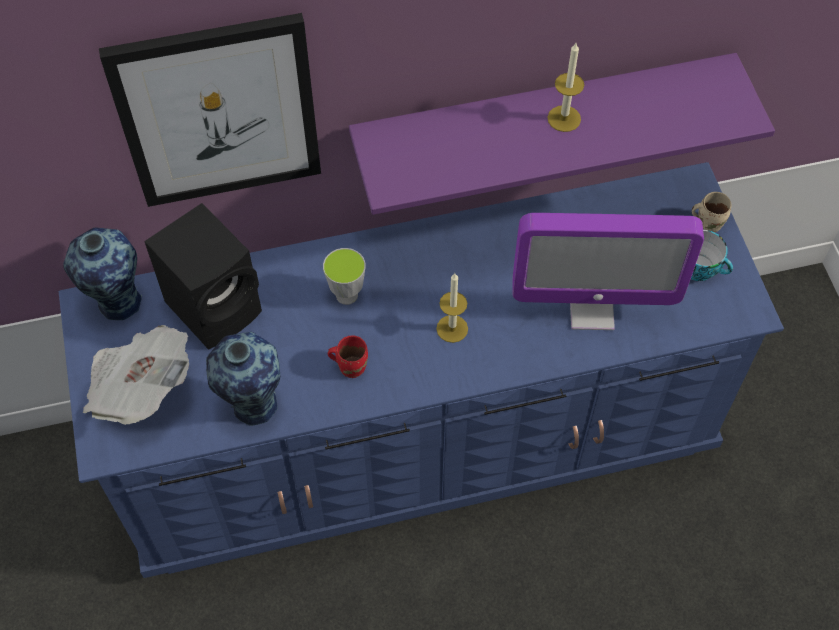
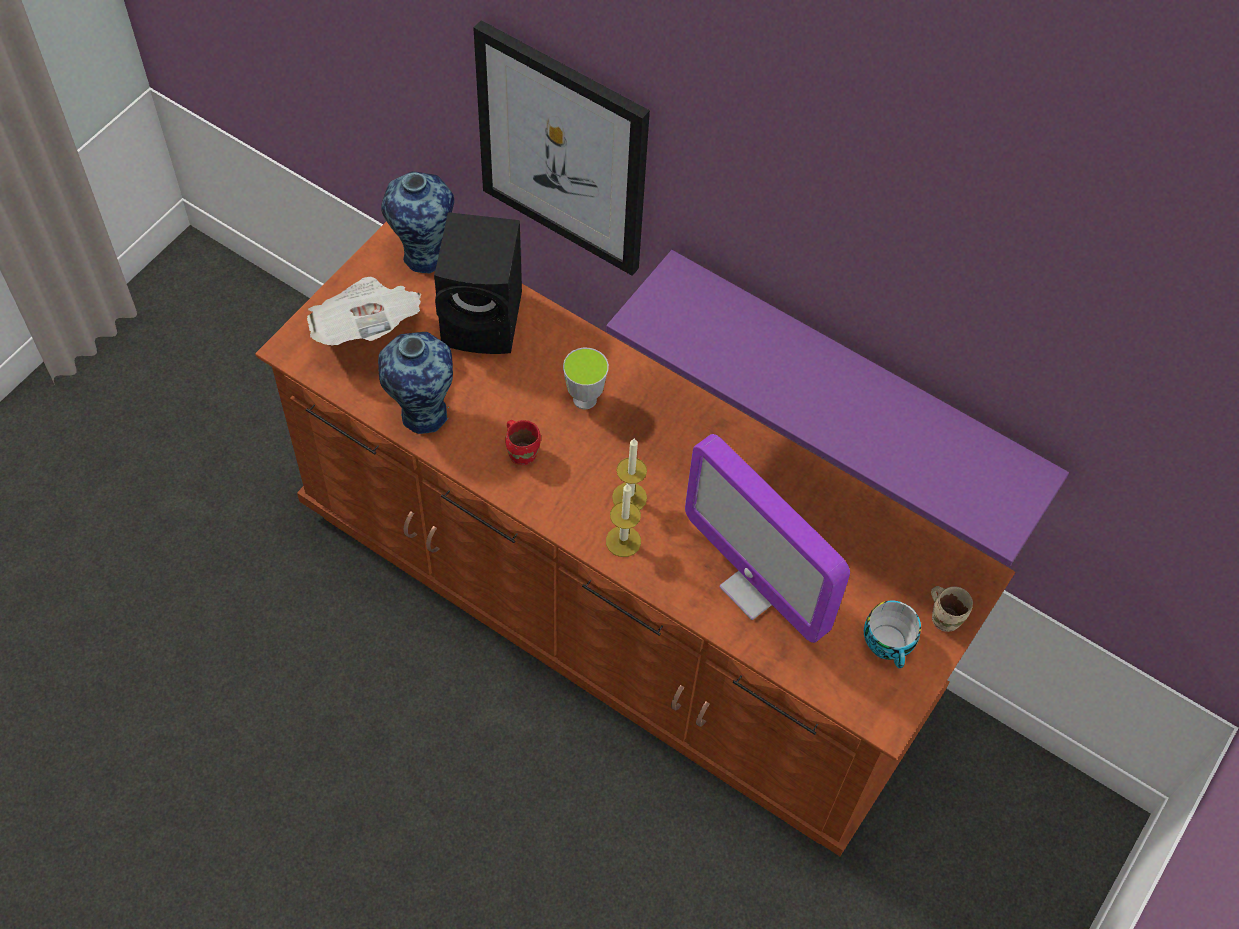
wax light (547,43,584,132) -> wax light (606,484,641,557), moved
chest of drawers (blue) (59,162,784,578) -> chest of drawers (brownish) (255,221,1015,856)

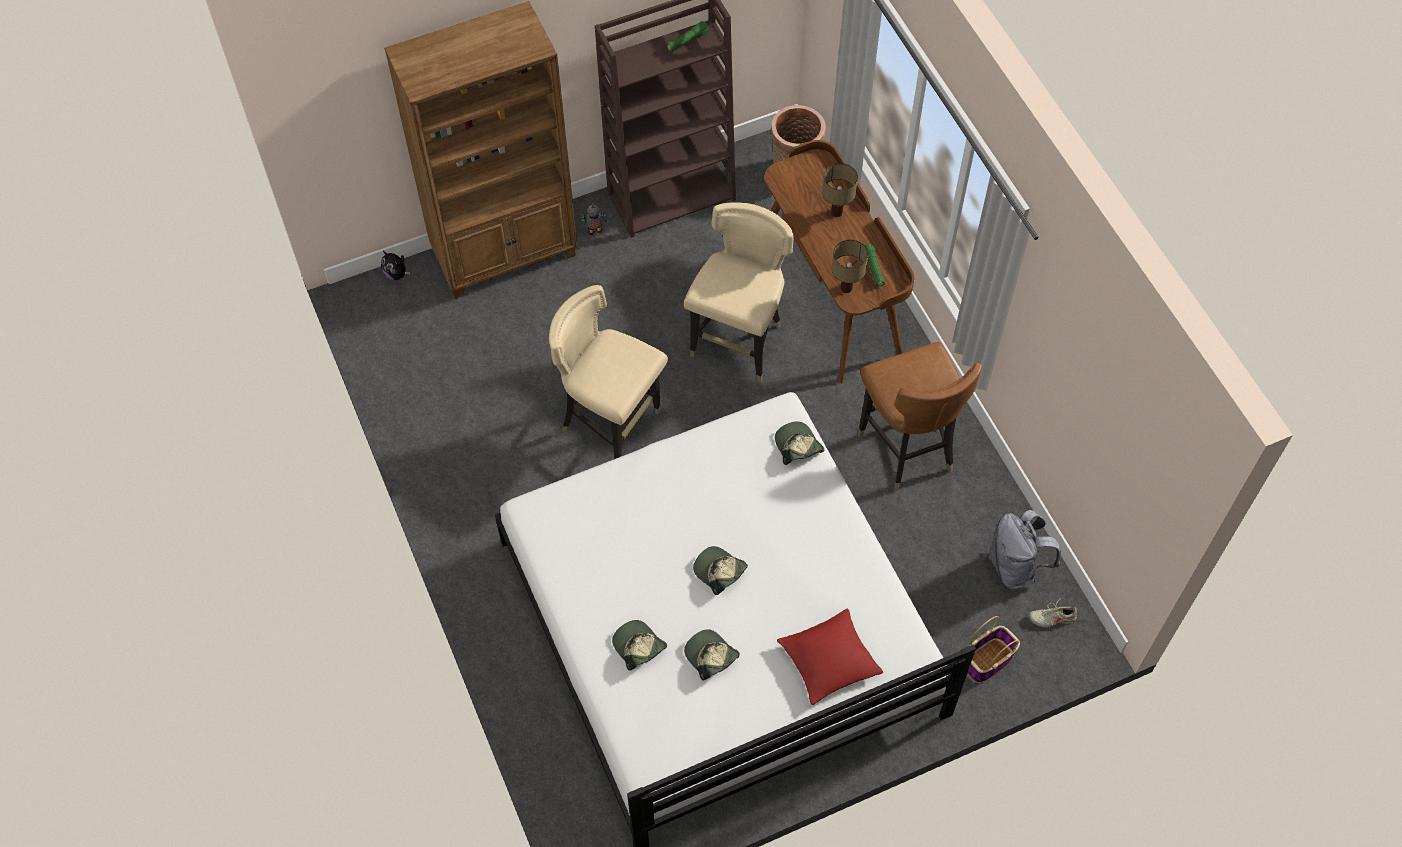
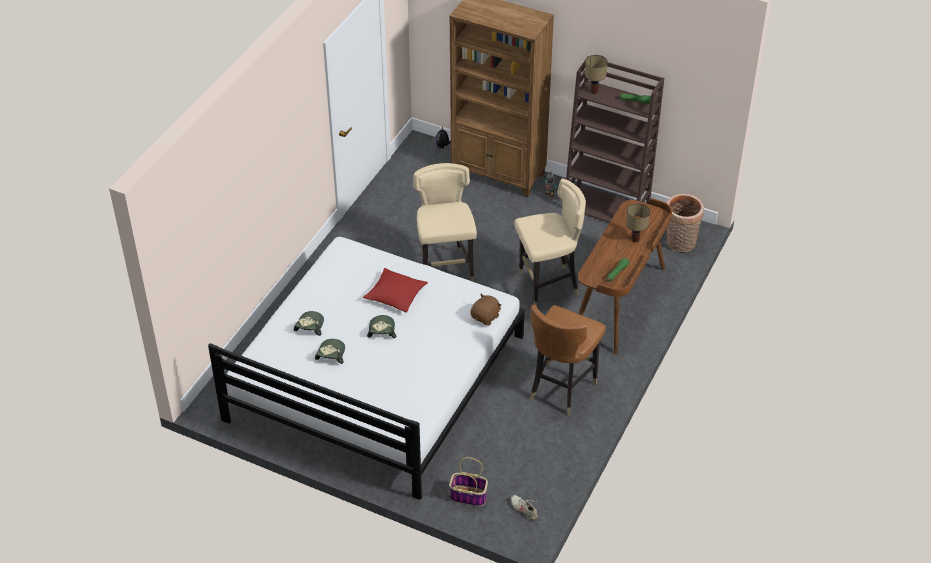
table lamp (832,240,868,293) -> table lamp (585,55,608,94), moved
peaked cap (775,421,824,465) -> soft toy (brownish) (470,294,501,326)
backpack (grey) (989,510,1061,589) -> none
pillow (reddish) (777,608,883,705) -> pillow (reddish) (363,268,428,313), moved

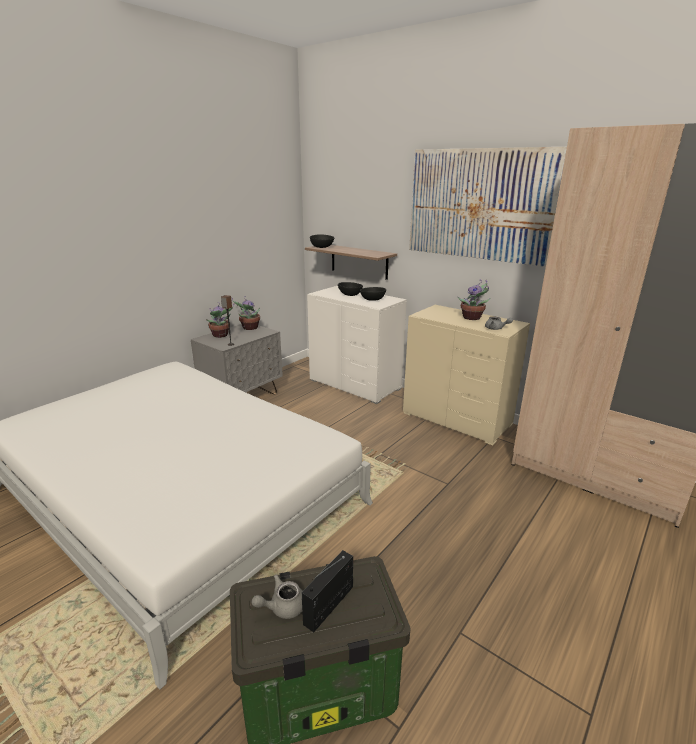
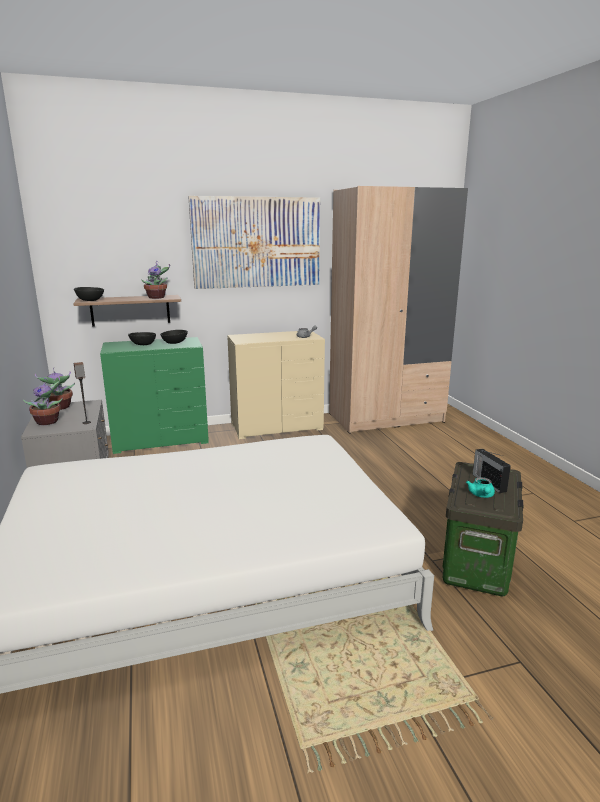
potted plant (457,279,490,320) -> potted plant (141,261,170,299), moved
chest of drawers (white) (307,286,407,404) -> chest of drawers (green) (100,337,209,454)
pot for tea (grey) (252,574,302,619) -> pot for tea (blue-green) (466,477,495,498)

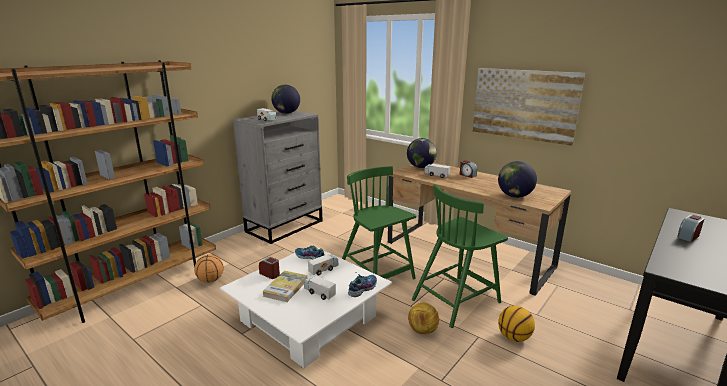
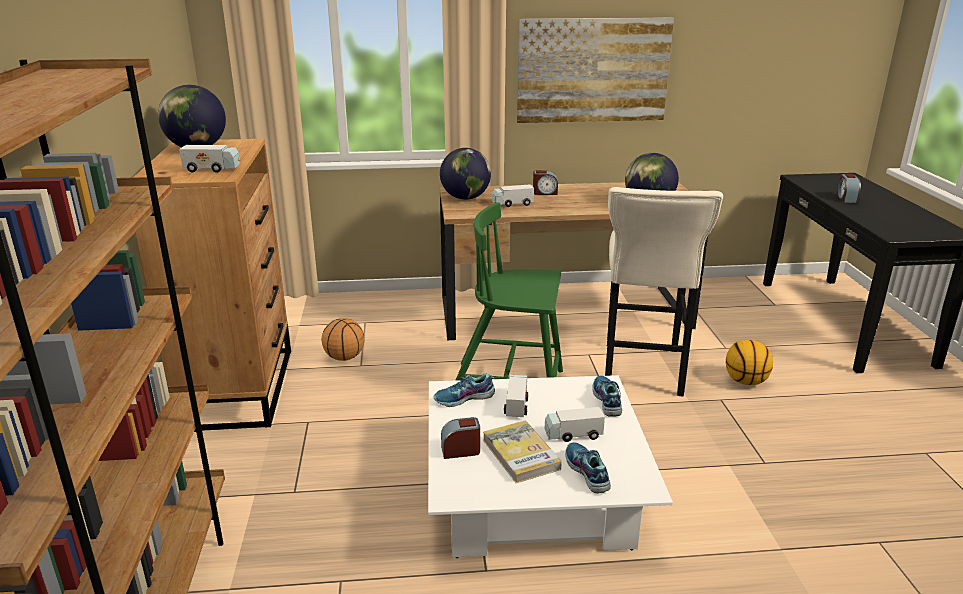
chest of drawers (grey) (233,111,323,244) -> chest of drawers (brownish) (133,139,291,431)
upright chair (green) (412,185,508,328) -> sitting stool (beige-coloured) (605,187,723,397)
ball for basketball (194,255,223,283) -> ball for basketball (322,318,365,361), moved
football ball (408,303,439,334) -> none
none -> low shoe (565,442,611,493)

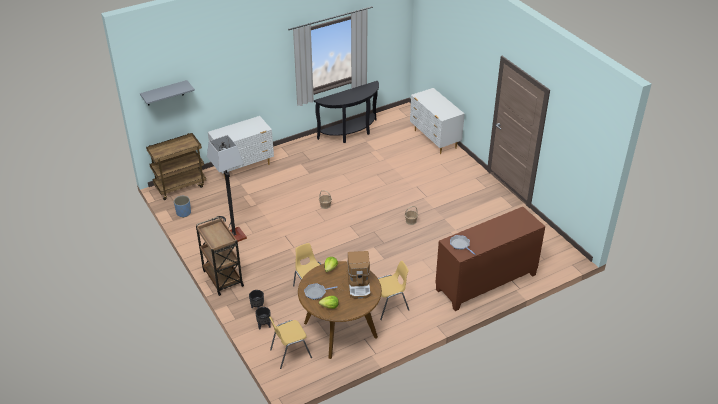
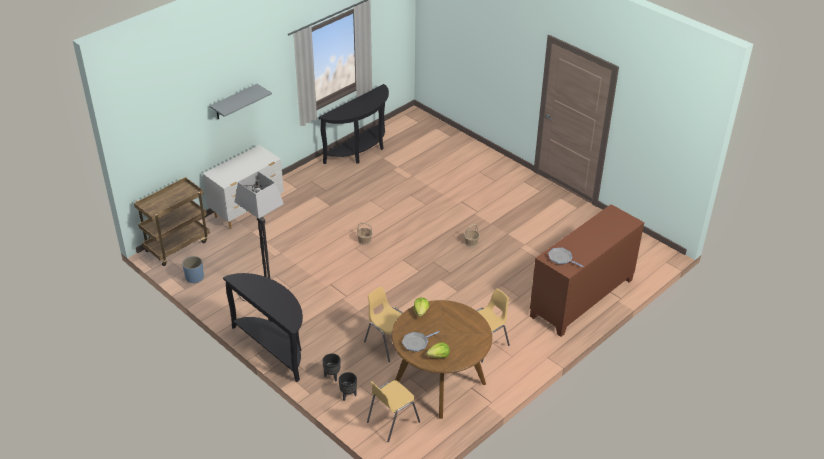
shelf (grey) (140,80,195,106) -> shelf (grey) (210,84,272,119), moved
chest of drawers (white) (410,88,465,154) -> none
wheeled cart (brownish) (196,217,244,296) -> hall table (black-coloured) (223,273,303,382)
coffee brewer (348,251,371,299) -> none

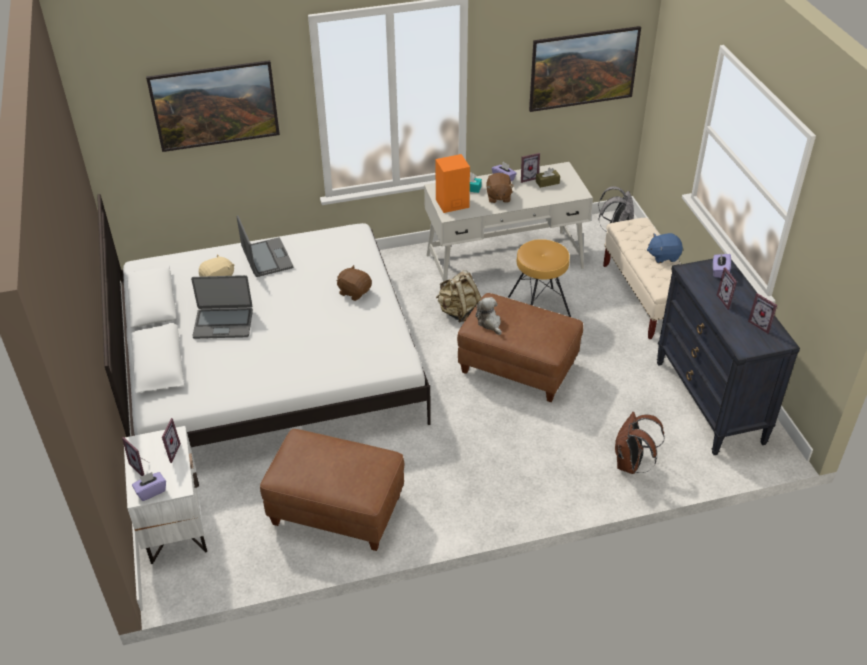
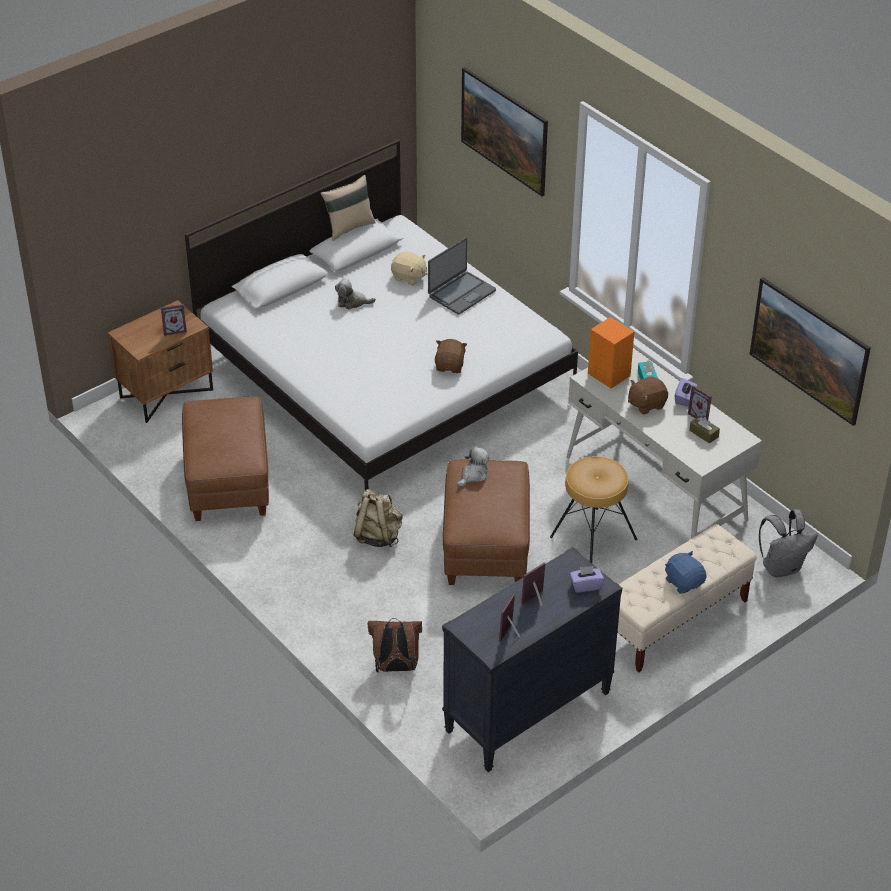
backpack (beige-coloured) (436,270,481,322) -> backpack (beige-coloured) (353,489,403,547), moved
notebook computer (191,275,253,339) -> soft toy (335,278,376,309)
bedside table (white) (124,426,207,564) -> bedside table (brownish) (108,300,213,423)
standing frame (122,437,149,476) -> none
tissue holder (purple-coloured) (132,472,166,501) -> none
none -> pillow (beige-coloured) (320,175,376,241)

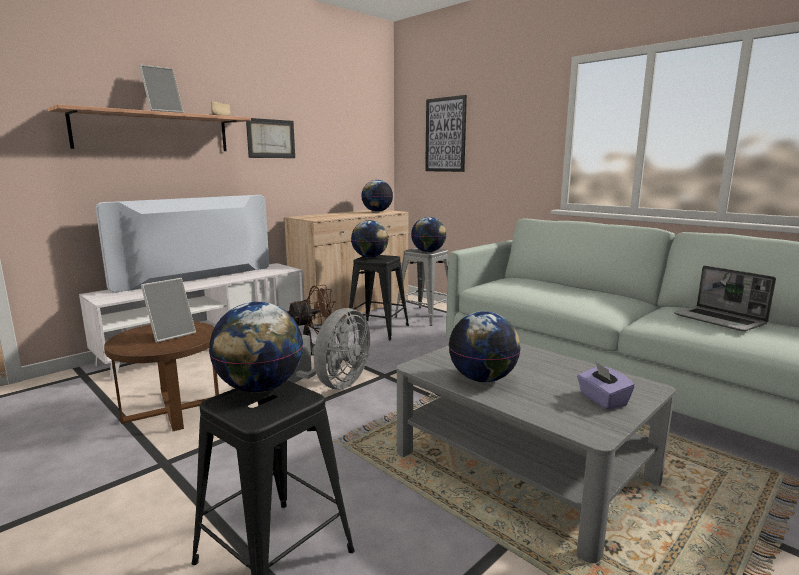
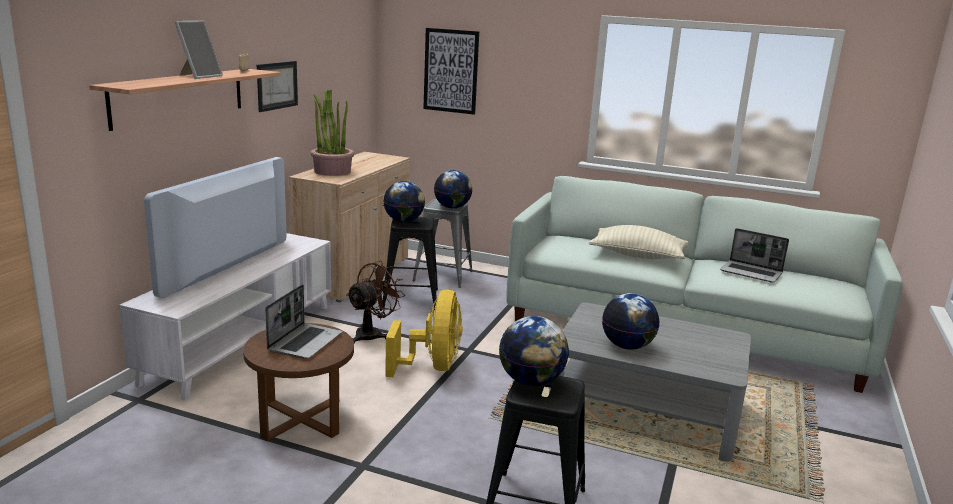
globe (361,180,393,212) -> none
standing frame (141,278,196,343) -> notebook computer (265,284,342,359)
electric fan (grey) (288,308,370,389) -> electric fan (yellowish) (385,290,463,377)
tissue holder (purple-coloured) (577,361,635,410) -> none
none -> potted plant (311,89,354,176)
none -> pillow (beige-coloured) (588,225,689,259)

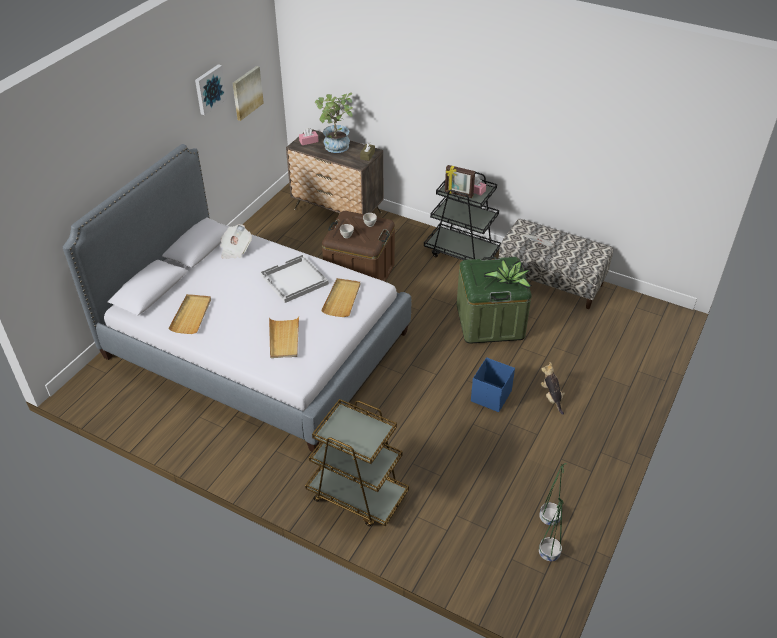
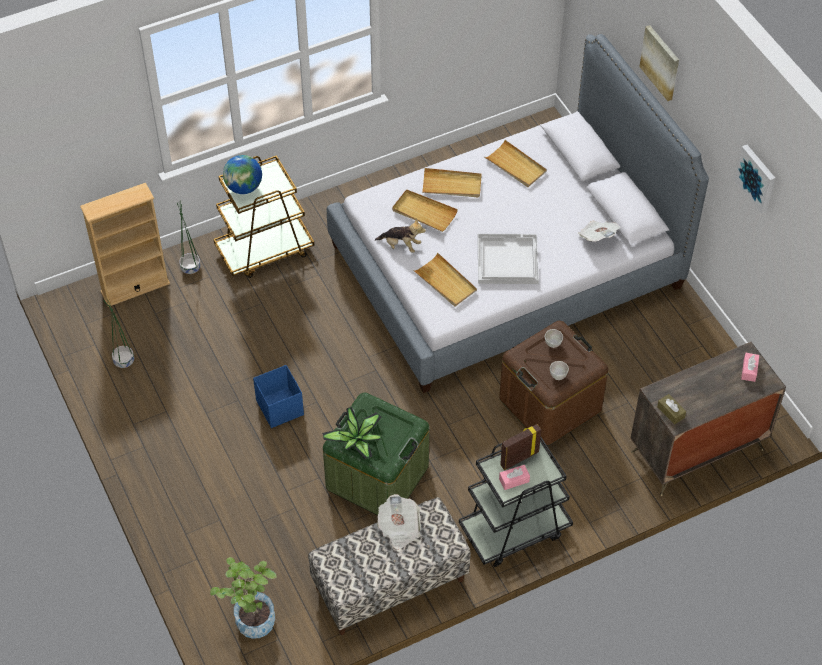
picture (233,66,264,121) -> picture (639,25,679,101), moved
potted plant (315,93,353,153) -> potted plant (210,557,277,639), moved
soft toy (541,362,565,415) -> soft toy (375,219,426,253), moved
flower pot (green) (539,498,564,561) -> flower pot (green) (177,202,201,274), moved
none -> globe (223,155,262,194)
none -> carrying tray (beige-coloured) (422,168,481,197)
none -> shelving unit (beige-coloured) (80,183,170,307)

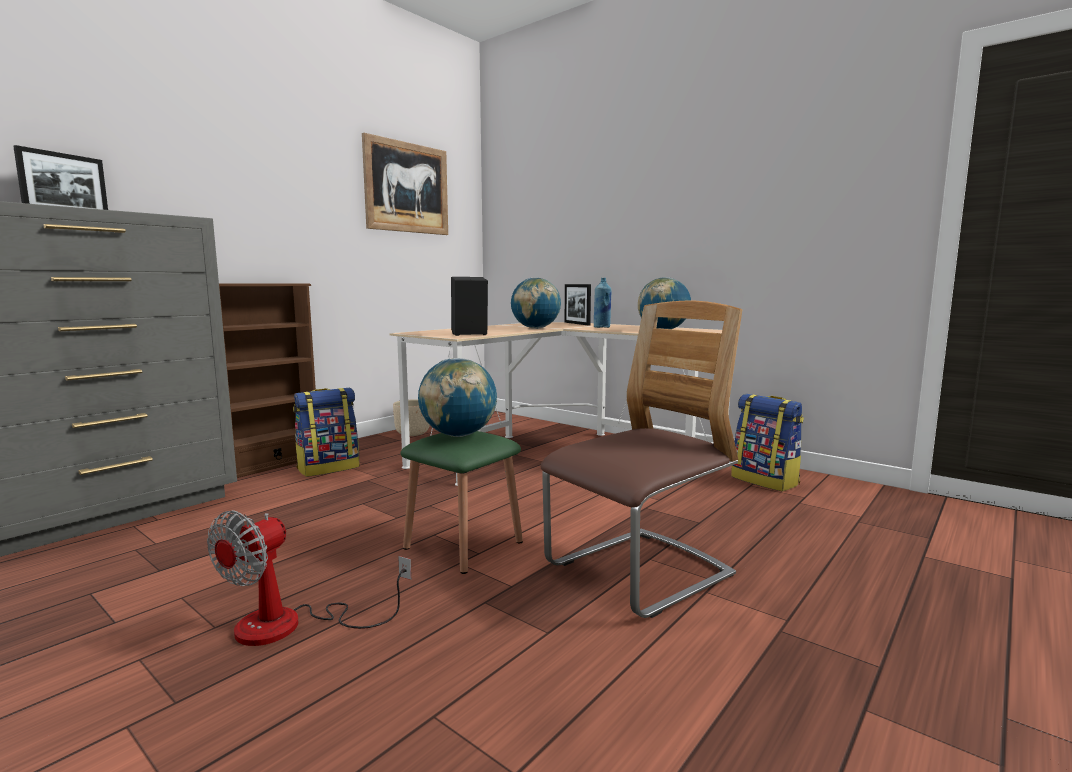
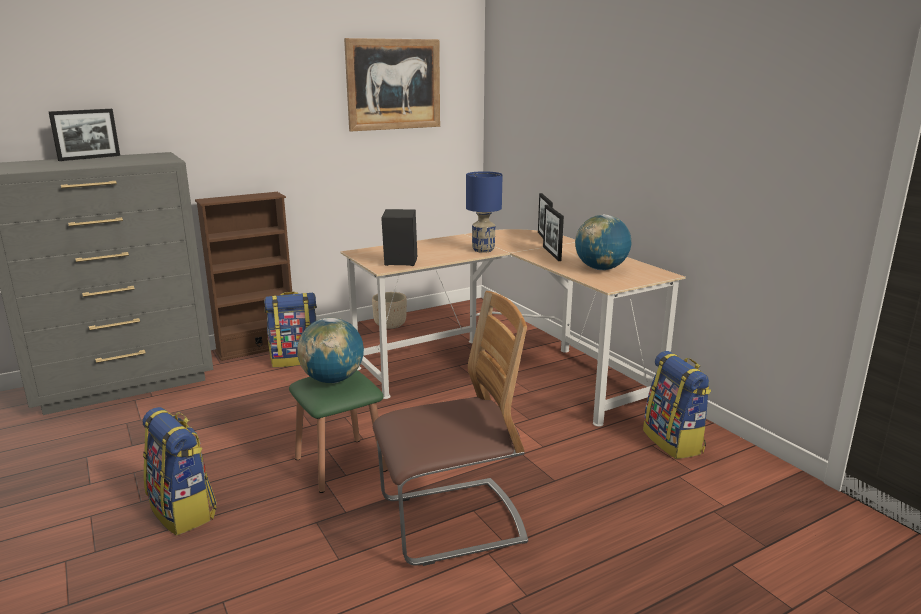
globe (511,278,561,329) -> table lamp (blue) (466,171,502,253)
bottle (blue) (594,278,612,328) -> standing frame (543,205,564,261)
electric fan (207,510,411,646) -> backpack (143,407,217,535)

